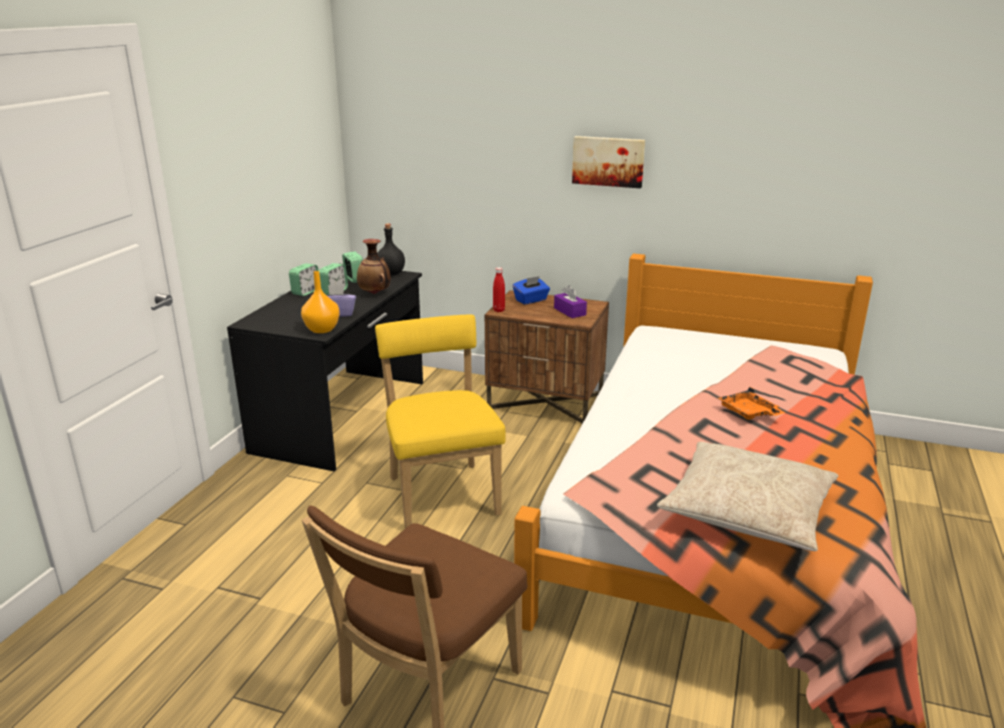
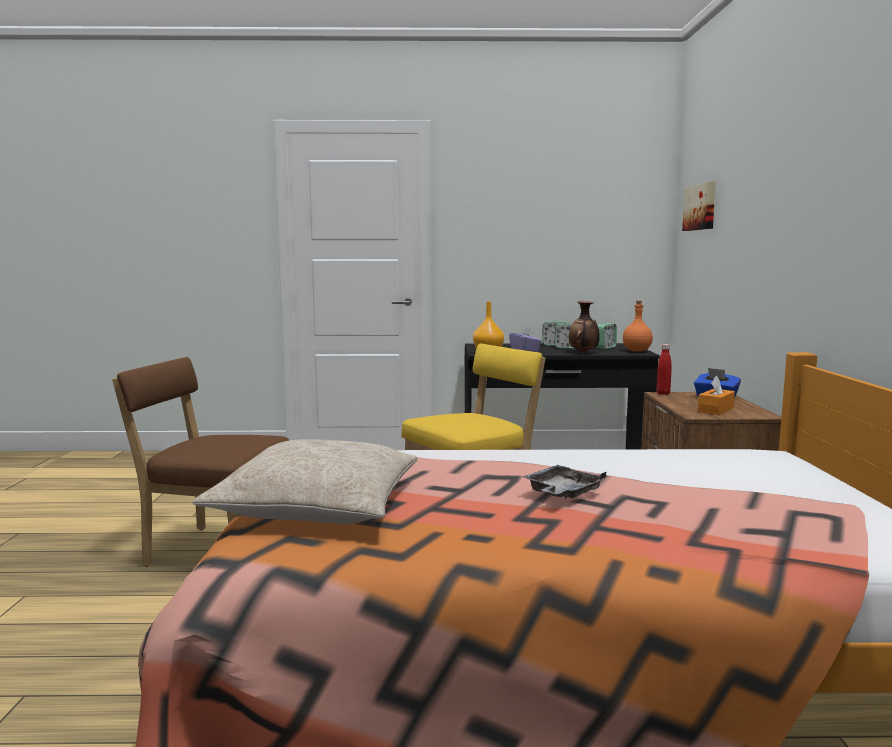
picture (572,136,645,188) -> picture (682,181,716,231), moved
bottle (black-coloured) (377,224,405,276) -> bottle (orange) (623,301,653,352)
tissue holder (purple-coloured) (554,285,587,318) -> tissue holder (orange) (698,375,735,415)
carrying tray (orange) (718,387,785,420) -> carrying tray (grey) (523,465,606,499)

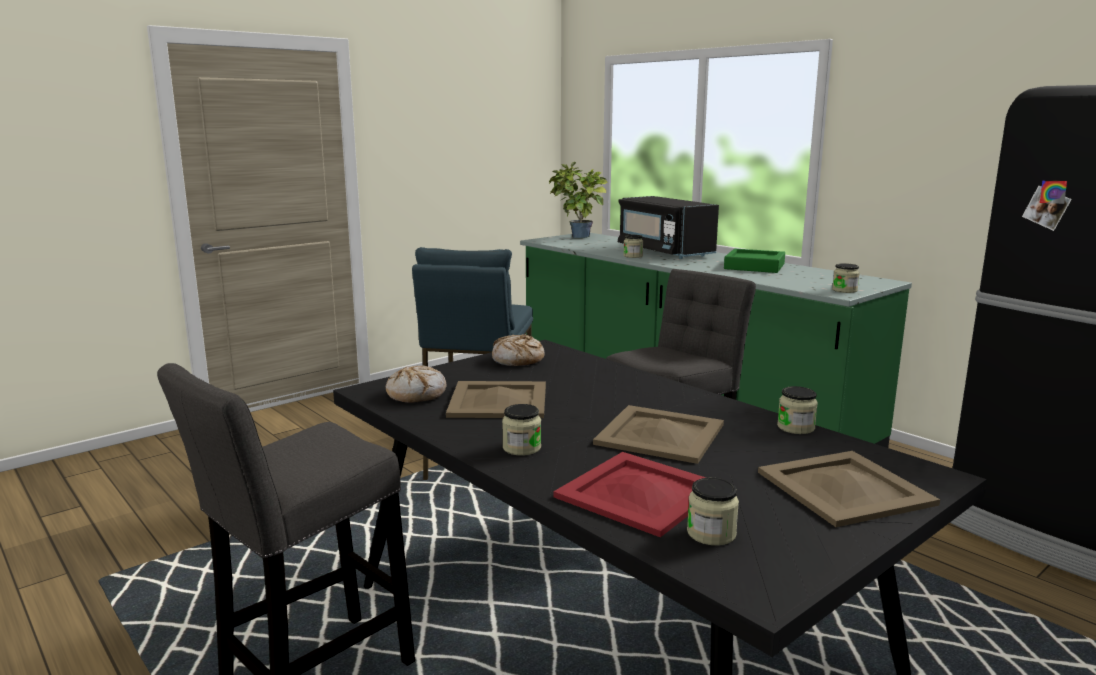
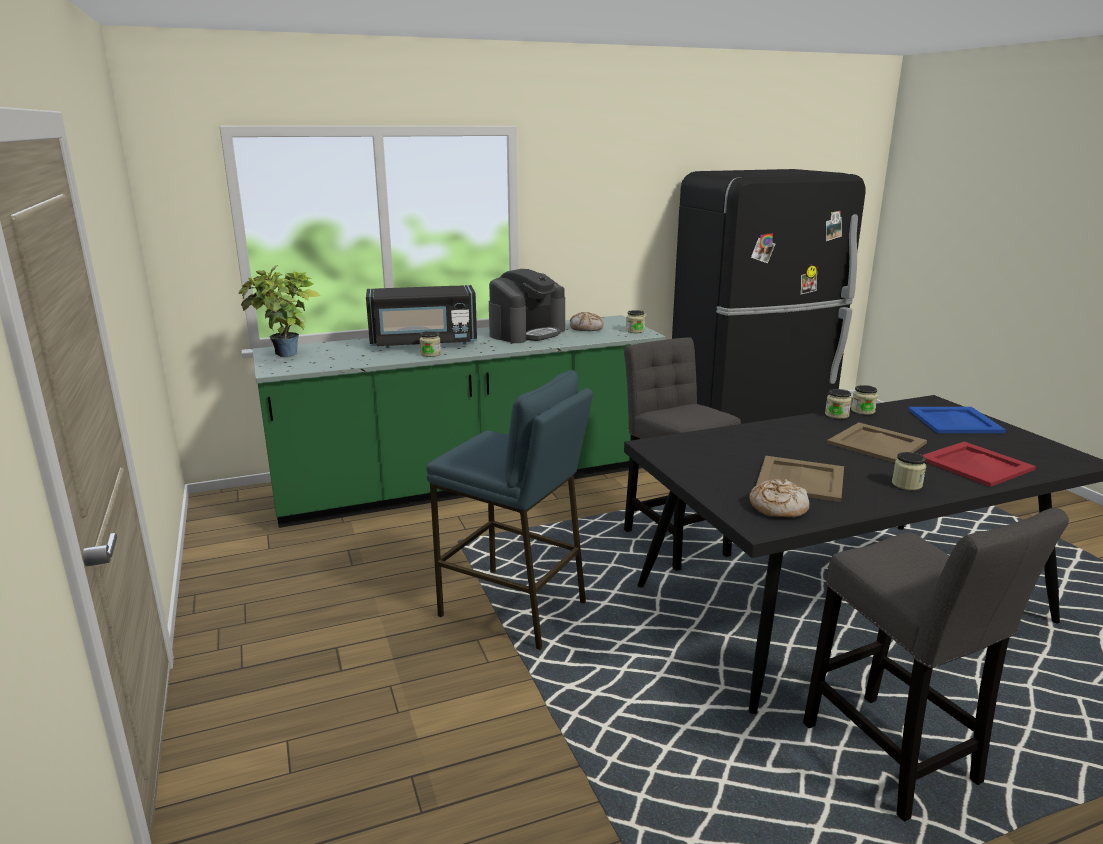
carrying tray (green) (724,249,785,273) -> coffee brewer (489,269,565,343)
bread (492,334,545,366) -> bread (570,312,603,331), moved
carrying tray (beige-coloured) (758,451,940,527) -> carrying tray (blue) (908,407,1006,433)
preserve jar (687,478,739,546) -> preserve jar (825,389,851,419), moved

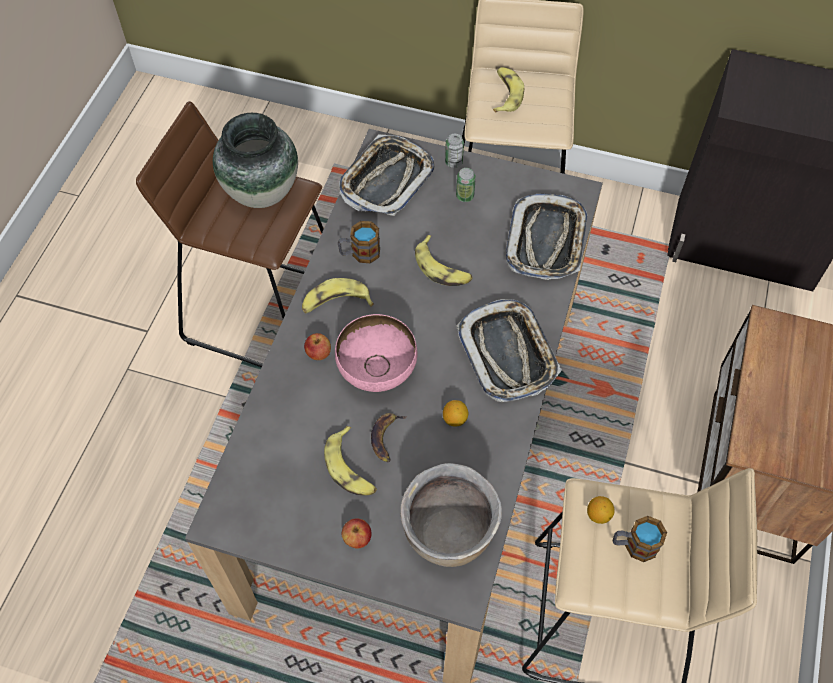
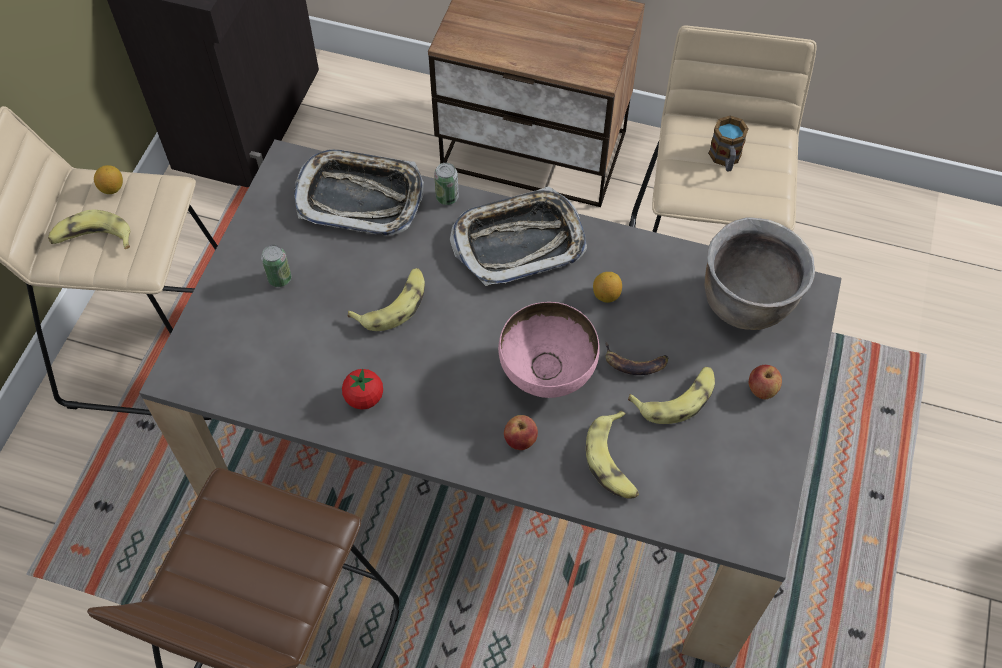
flower vase (213,113,298,208) -> none
can (445,134,464,168) -> can (434,163,459,205), moved
carrying tray (339,135,435,216) -> none
mug (338,221,380,263) -> tomato (342,369,383,410)
banana (302,278,374,313) -> banana (586,411,639,499), moved
citrus fruit (587,496,614,524) -> citrus fruit (94,165,123,194), moved

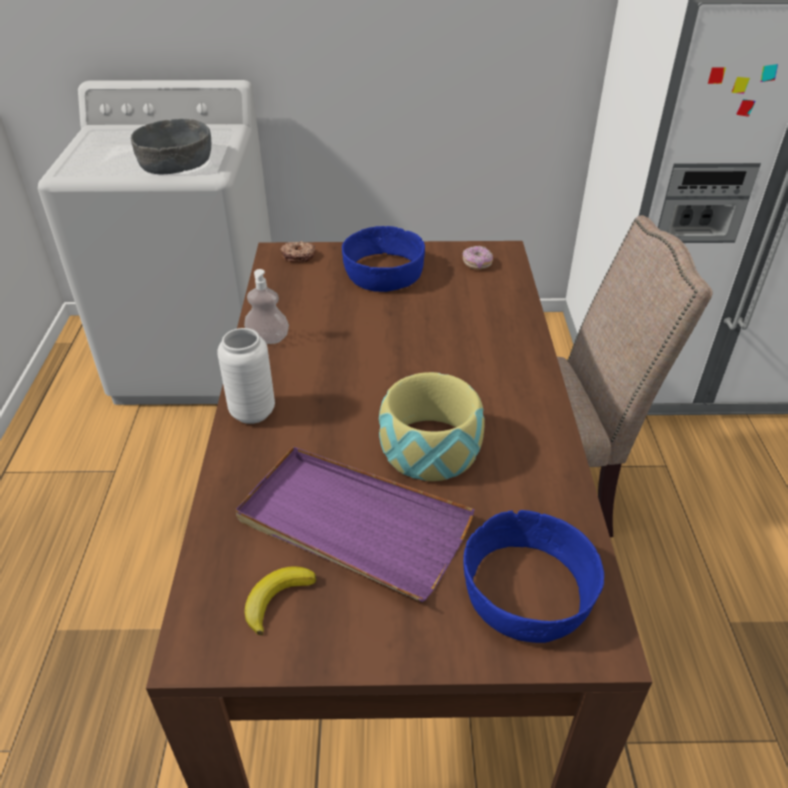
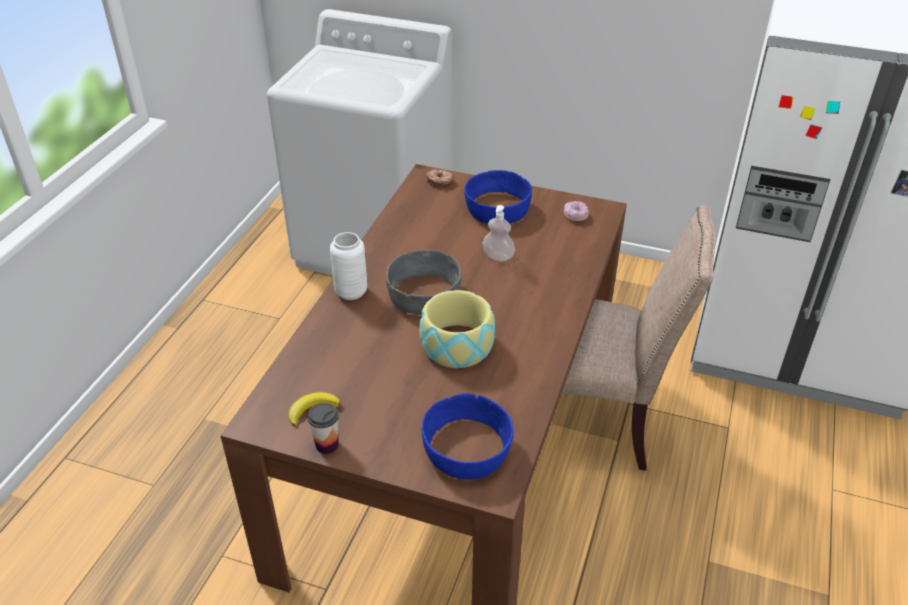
bowl (grey) (131,119,211,174) -> bowl (grey) (386,249,462,314), moved
liquid soap bottle (244,269,289,344) -> liquid soap bottle (483,205,515,261), moved
carrying tray (purple-coloured) (236,447,475,602) -> none
none -> small cup (307,403,339,454)

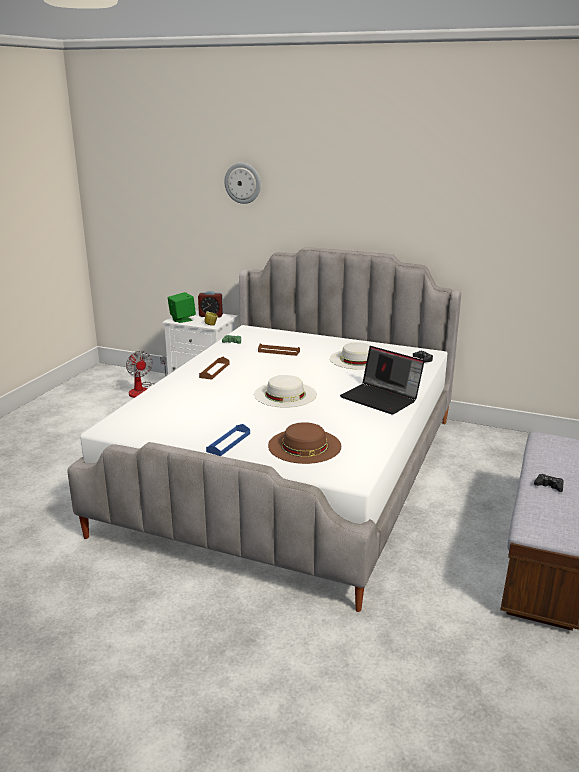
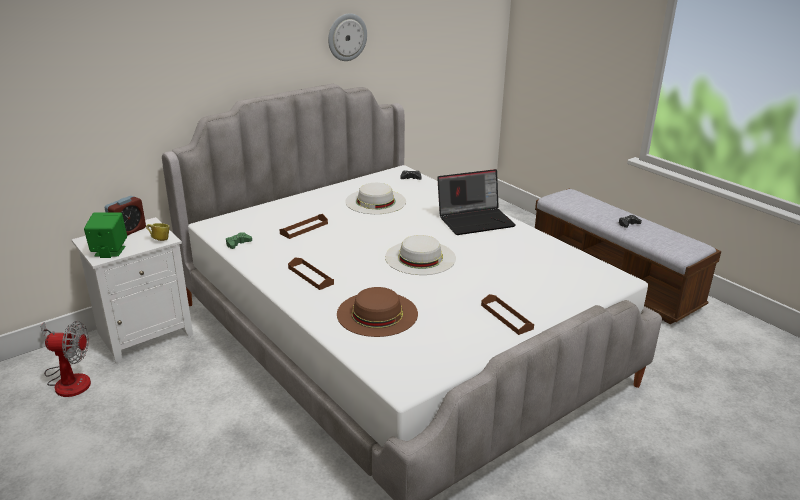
hanging clock (224,163,261,204) -> hanging clock (328,13,367,61), moved
hat (brownish) (268,422,341,464) -> hat (brownish) (337,287,418,337), moved
carrying tray (blue) (206,424,250,456) -> carrying tray (brownish) (481,294,534,335)

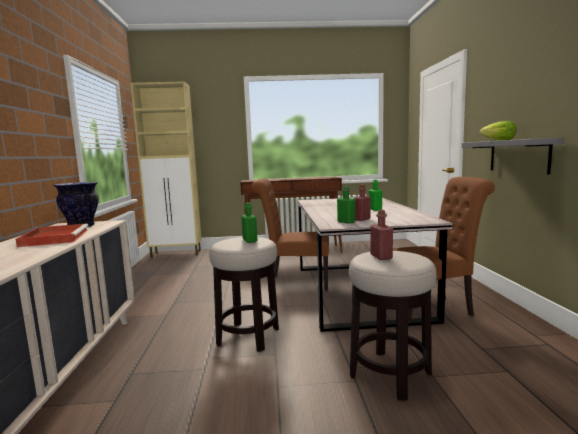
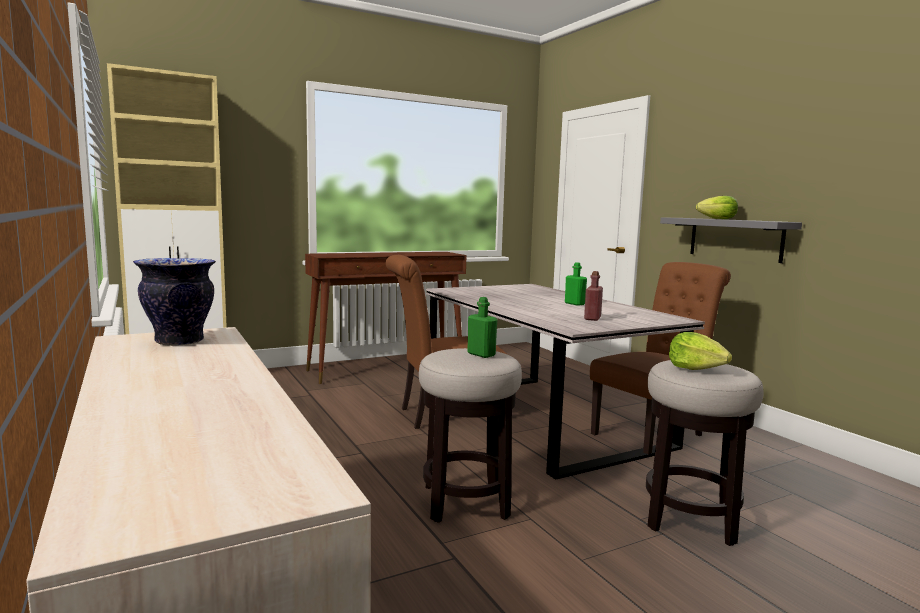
bottle (green) (337,186,355,224) -> none
bottle (reddish) (370,210,393,260) -> head of lettuce (669,332,732,370)
carrying tray (reddish) (16,223,88,247) -> none

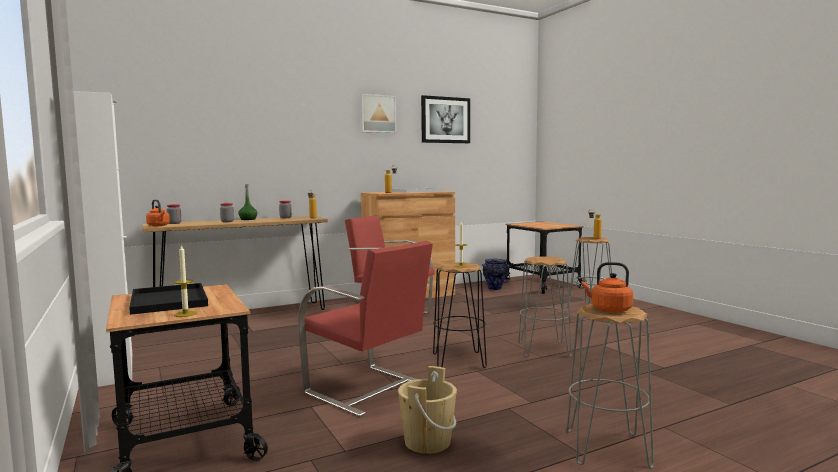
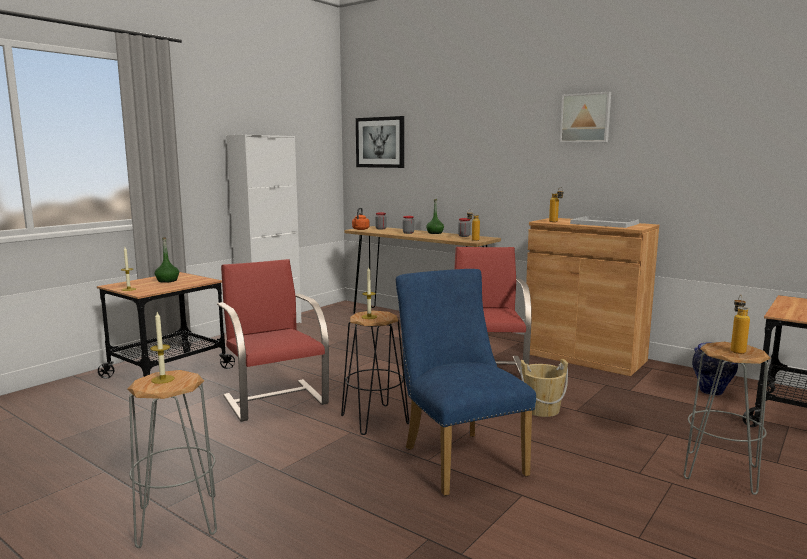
picture (421,95,470,143) -> picture (356,116,404,168), moved
upright chair (reddish) (298,241,433,417) -> upright chair (reddish) (217,259,329,422), 135 degrees clockwise
sitting stool (grey) (518,257,572,356) -> upright chair (blue) (396,269,536,496)
kettle (orange) (581,262,633,313) -> wax light (150,312,175,384)
carrying tray (black-coloured) (129,283,208,315) -> bottle (green) (155,237,179,283)
water bucket (beige-coloured) (398,366,457,454) -> water bucket (beige-coloured) (520,359,568,417), moved

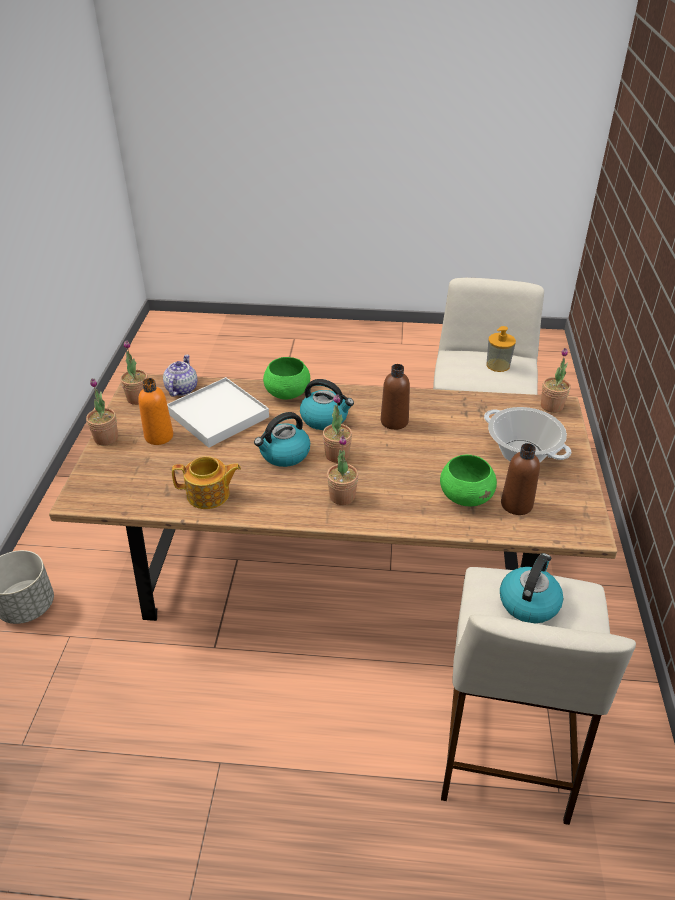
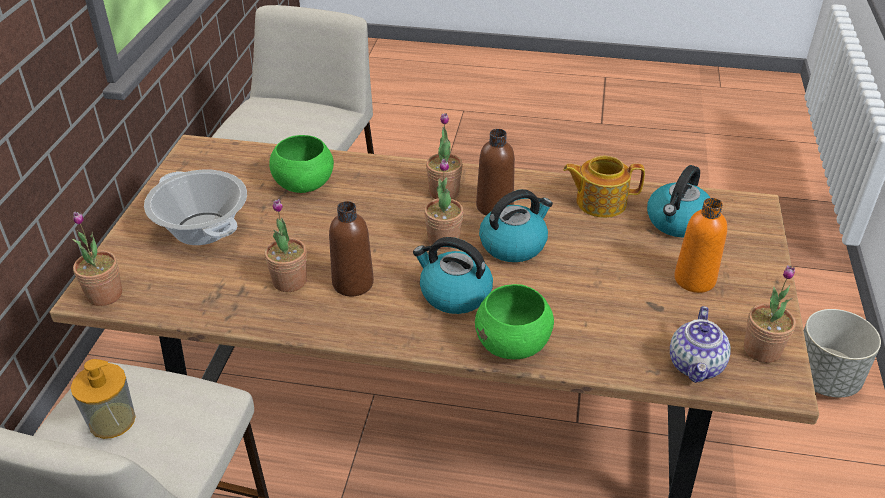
carrying tray (white) (167,377,269,448) -> none
potted plant (86,379,118,446) -> potted plant (265,199,307,292), moved
bottle (brownish) (501,443,540,515) -> bottle (brownish) (476,129,515,215), moved
kettle (500,553,563,623) -> kettle (647,165,711,237), moved

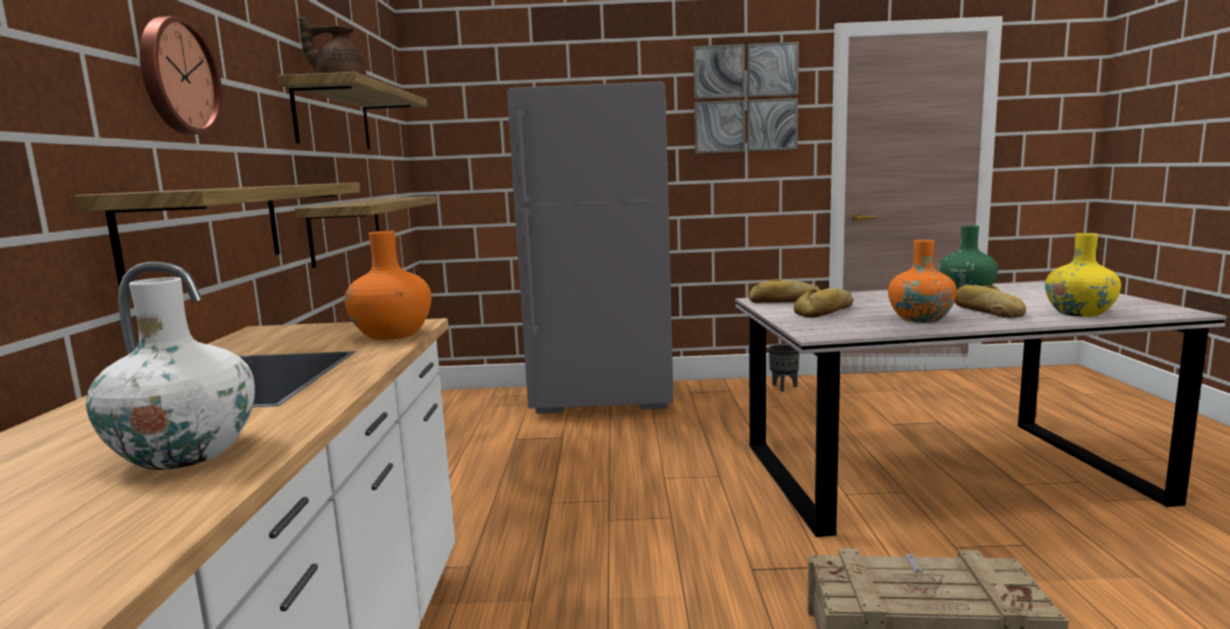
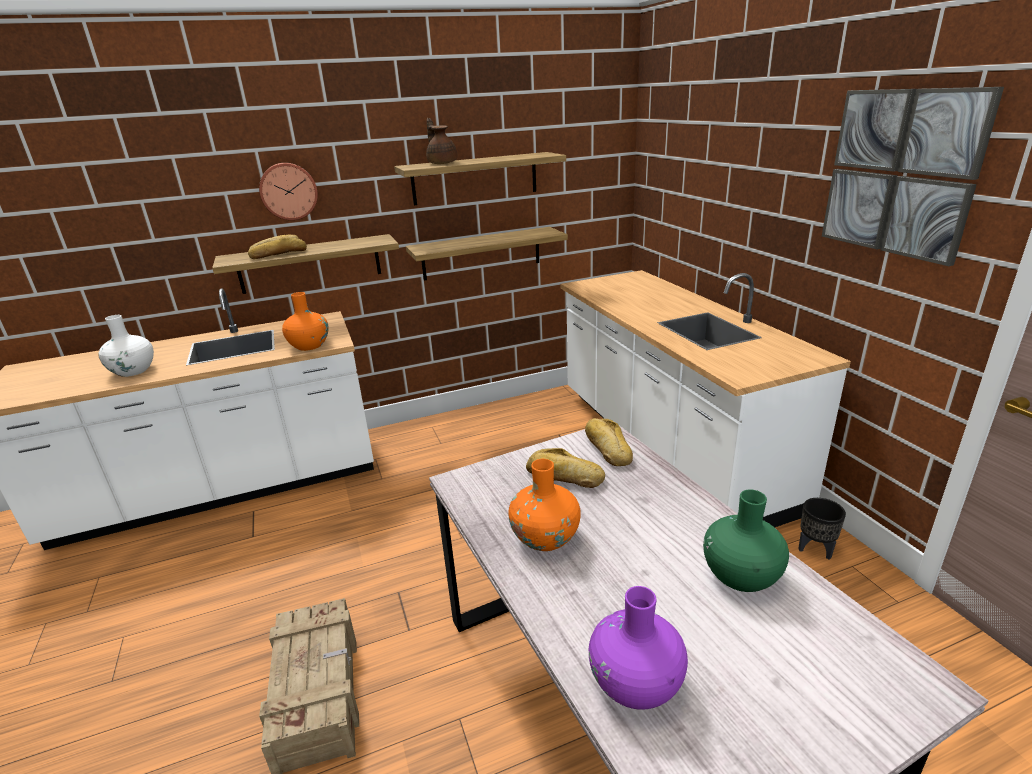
refrigerator (grey) (507,81,674,414) -> counter (white) (561,270,851,527)
flower vase (yellowish) (1045,233,1121,317) -> flower vase (purple-coloured) (589,586,688,710)
bread (955,285,1026,318) -> bread (248,234,307,259), moved

